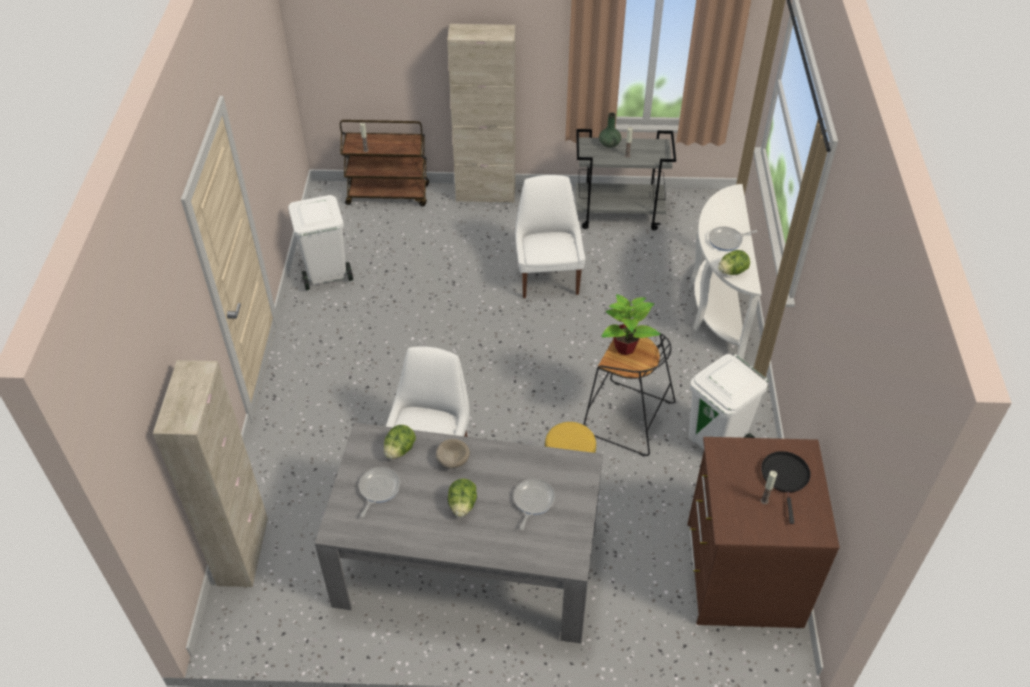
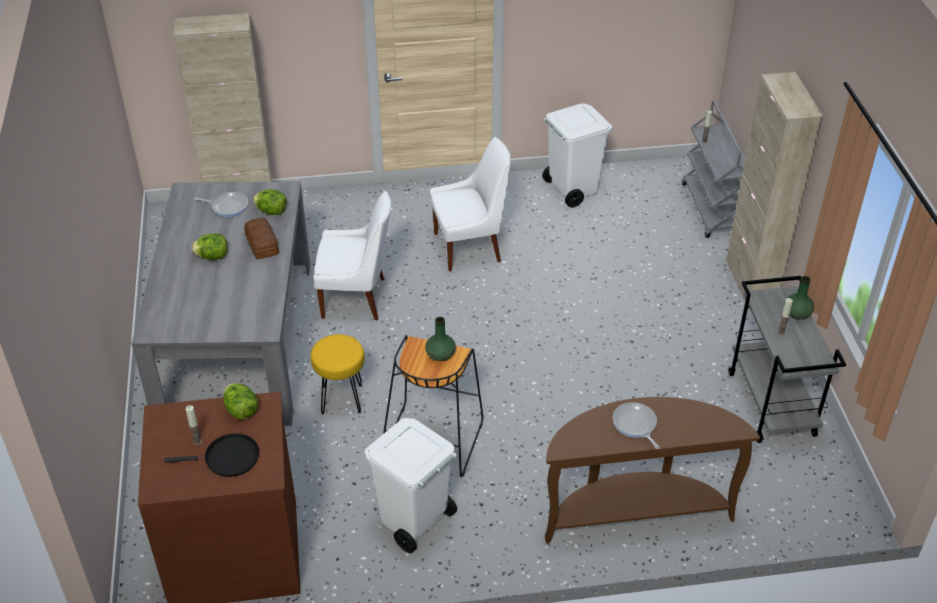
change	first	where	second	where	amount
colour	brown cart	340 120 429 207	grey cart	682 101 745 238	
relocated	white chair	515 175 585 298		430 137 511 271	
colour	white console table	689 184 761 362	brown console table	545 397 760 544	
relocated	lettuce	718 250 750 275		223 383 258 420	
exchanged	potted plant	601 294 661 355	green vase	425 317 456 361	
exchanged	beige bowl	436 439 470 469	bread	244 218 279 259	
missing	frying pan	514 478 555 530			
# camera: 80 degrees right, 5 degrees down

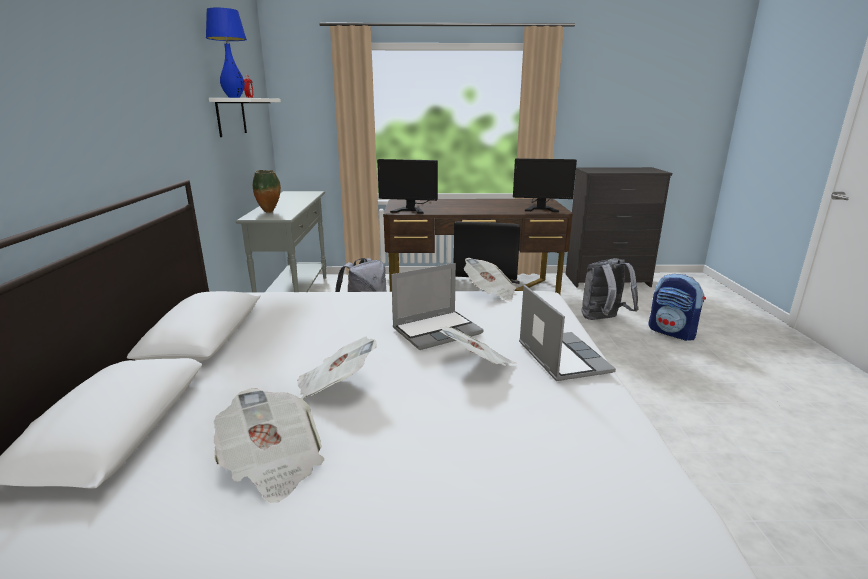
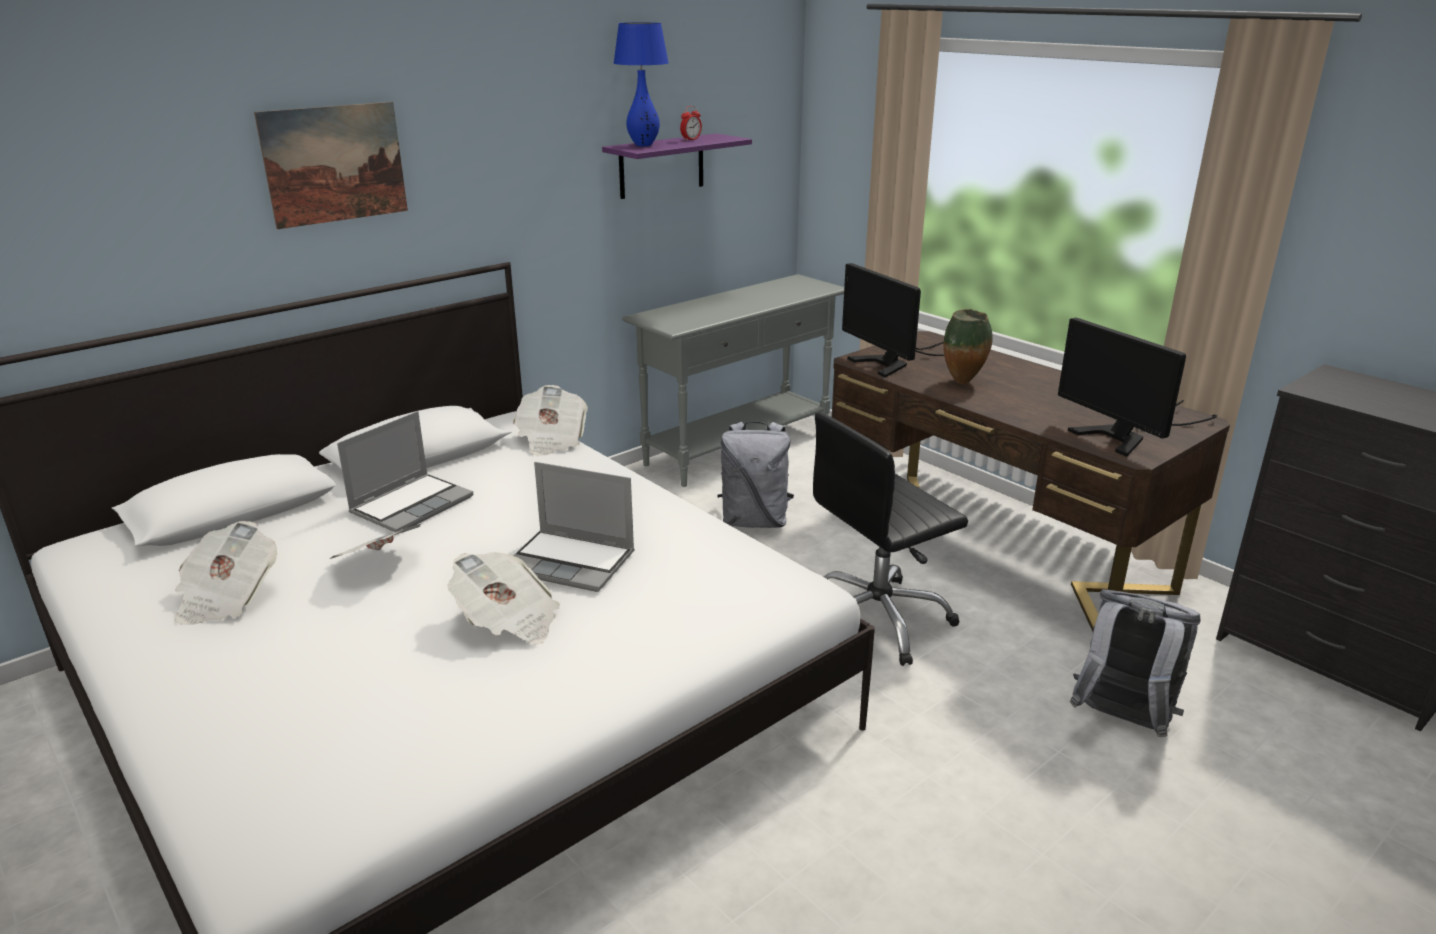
change	first	where	second	where	amount
colour	white shelf	209 98 281 137	purple shelf	602 133 752 199	
relocated	vase	253 170 281 213		943 309 993 384	
relocated	newspaper	464 258 516 301		513 385 588 456	
missing	backpack	648 274 706 341			
relocated	laptop	519 285 616 381		337 411 473 532	
appeared			picture	254 102 408 229	
# camera: 50 degrees right, 5 degrees up

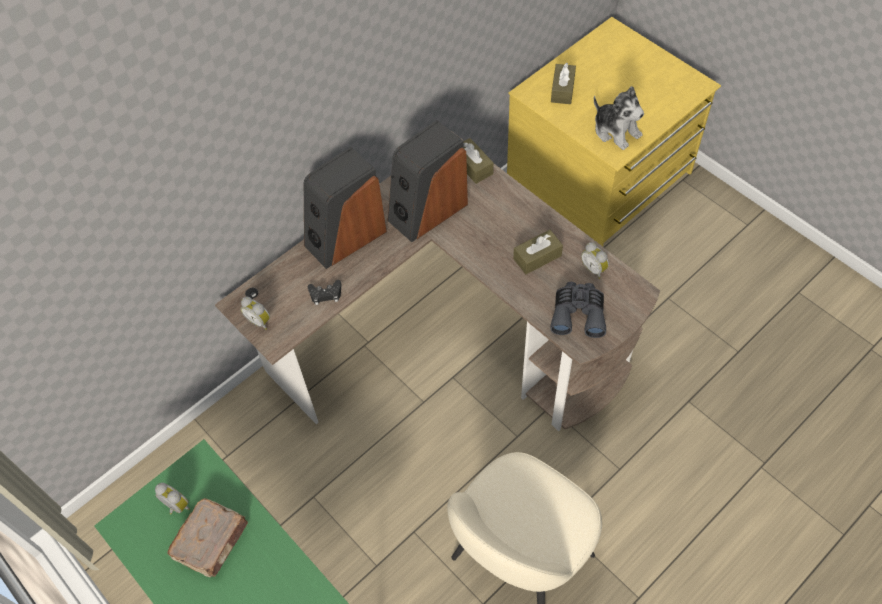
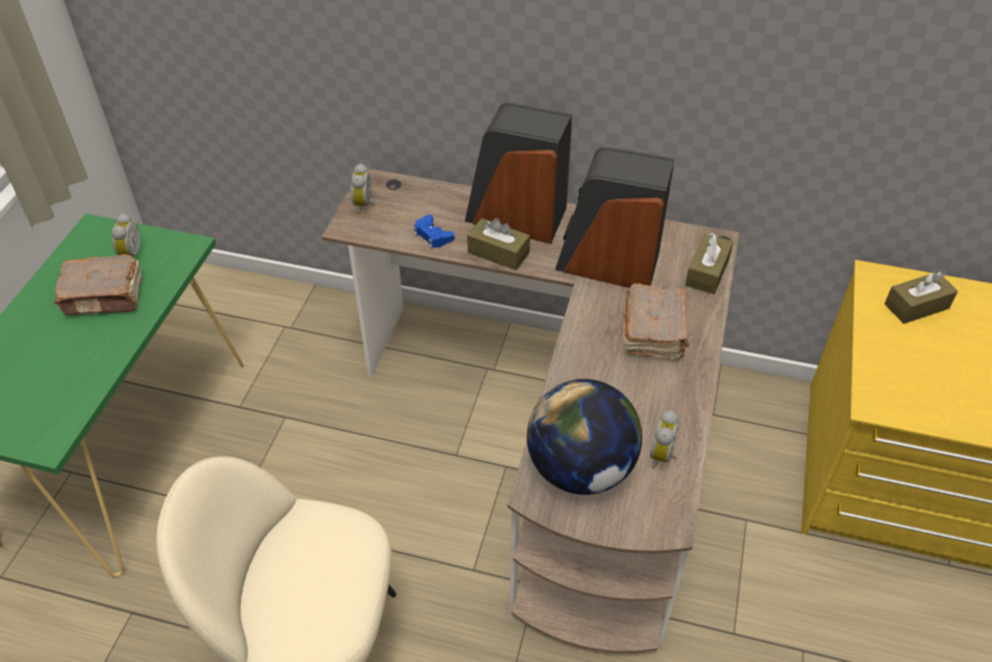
change	first	where	second	where	amount
missing	plush toy	594 86 644 150			
relocated	brown tissue box	513 230 563 274		467 218 530 270	
colour	black game controller	307 280 342 305	blue game controller	414 214 454 249	
exchanged	grey binoculars	550 282 606 338	globe	527 379 642 495	
appeared			brown book	623 283 690 360	
# camera: 55 degrees right, 10 degrees down

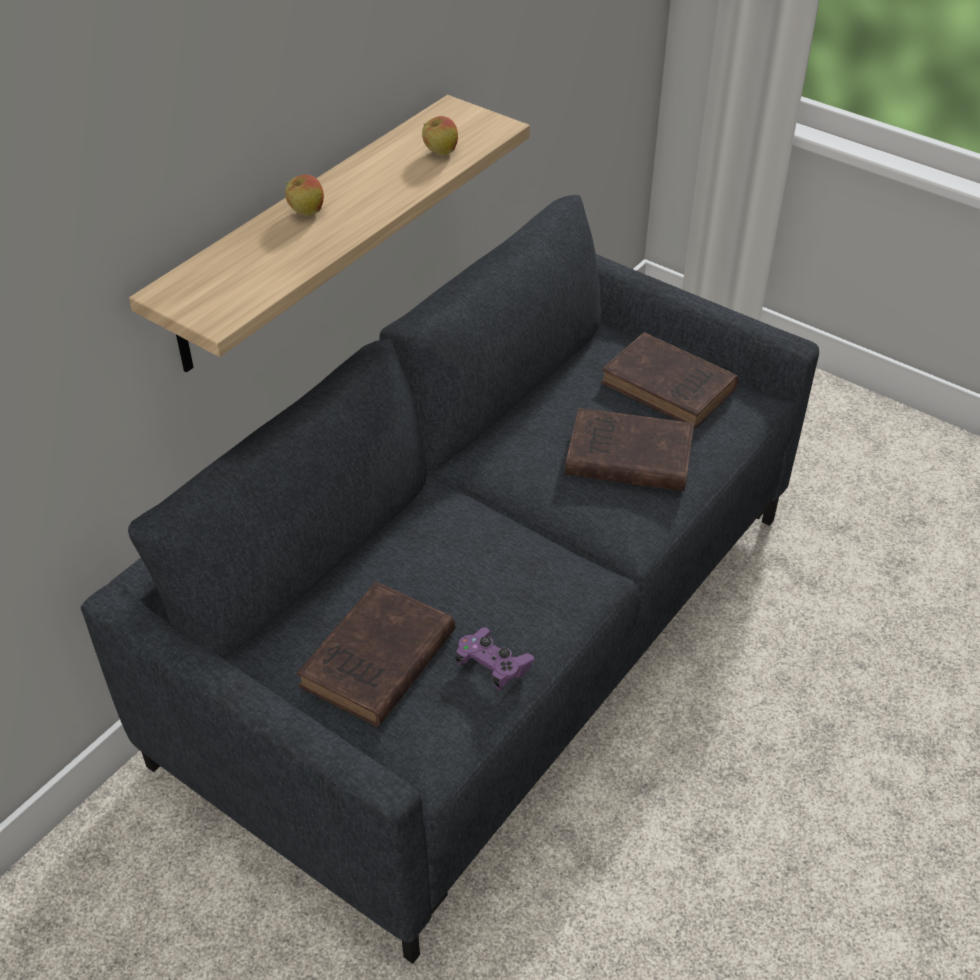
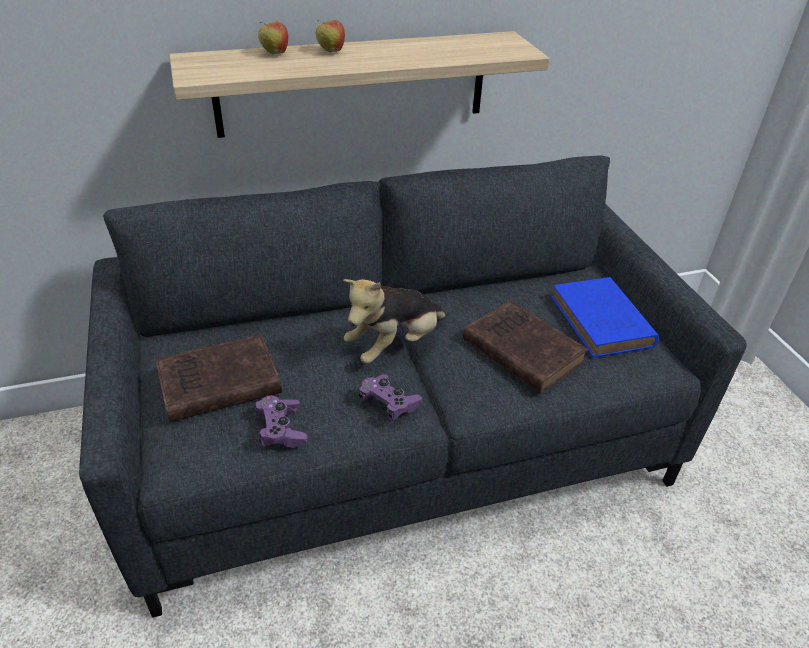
change	first	where	second	where	amount
relocated	apple	422 116 458 155		258 22 288 54	
colour	brown book	601 332 739 429	blue book	551 277 659 358	
appeared			plush toy	343 279 448 364	
appeared			purple game controller	358 374 422 421	
# camera: 35 degrees right, 5 degrees down

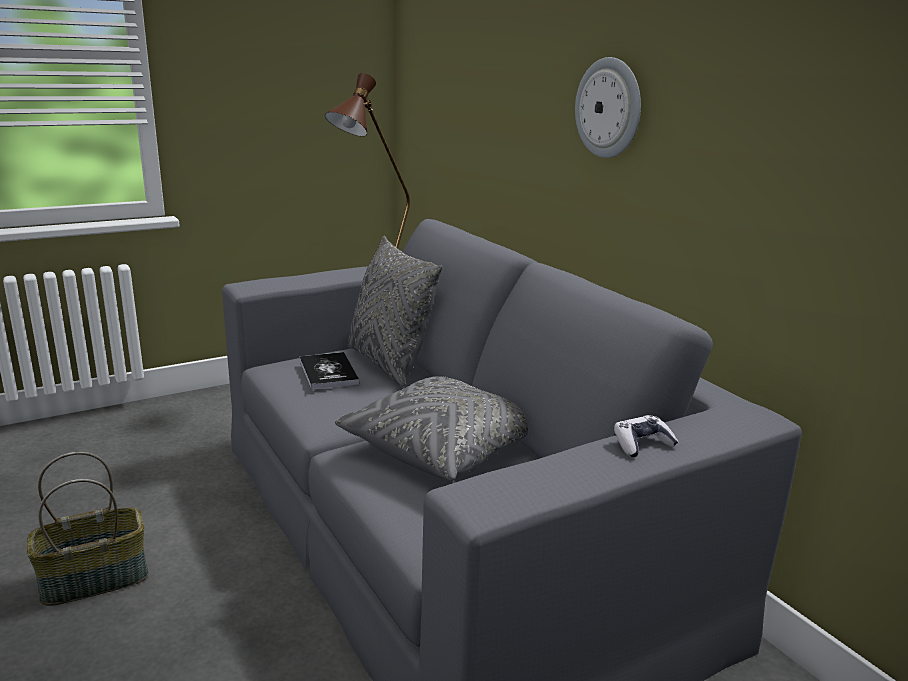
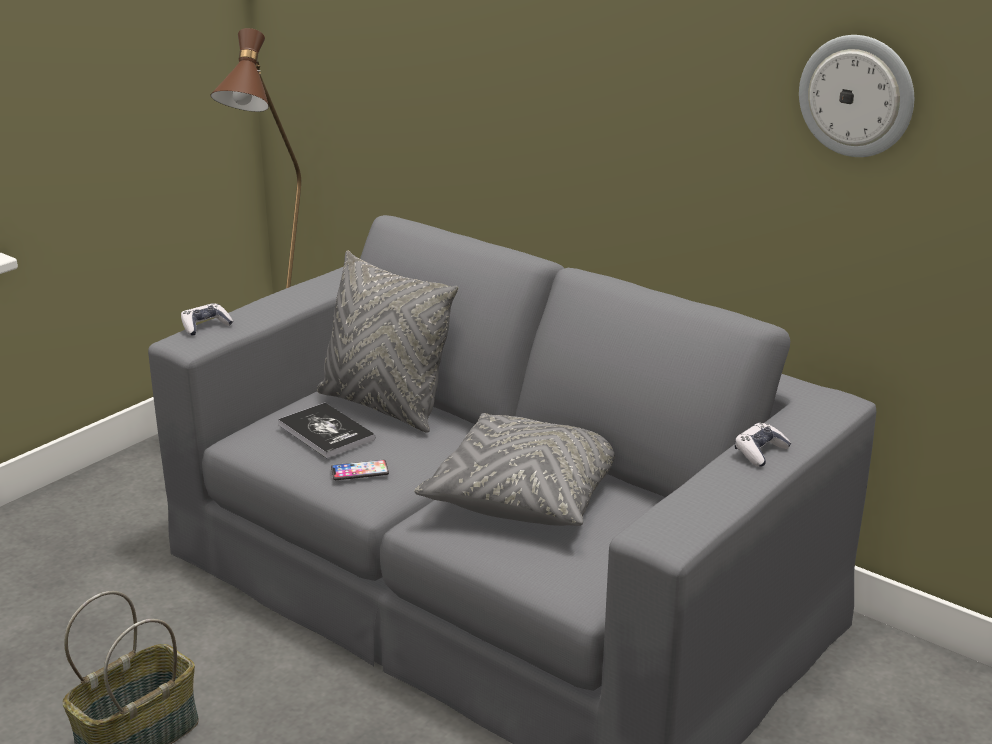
change	first	where	second	where	amount
relocated	wall clock	575 57 641 158		799 35 914 157	
appeared			game controller	181 303 233 336	
appeared			phone	331 460 389 480	
# camera: 20 degrees left, 5 degrees up

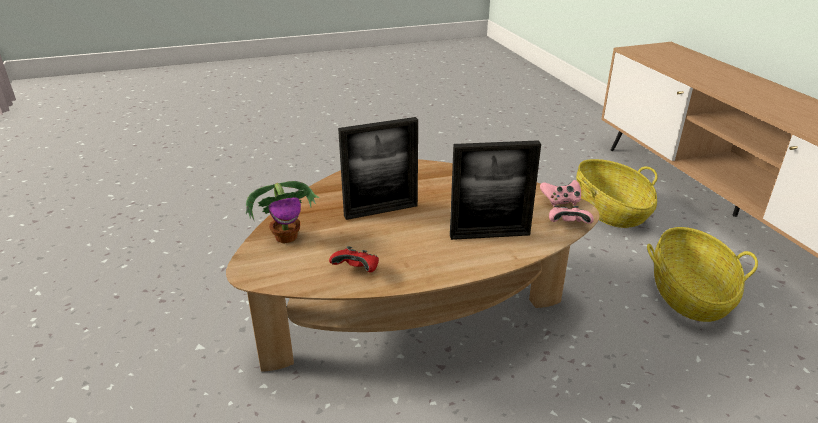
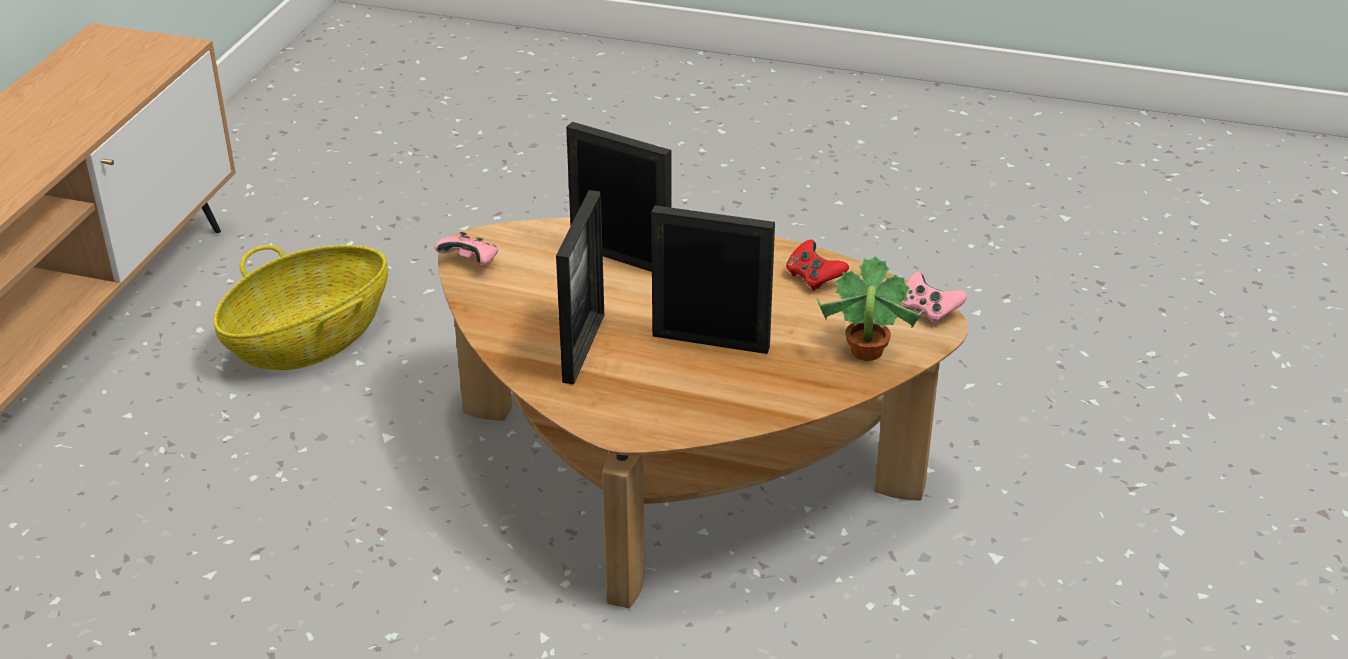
change	first	where	second	where	amount
missing	basket	576 159 658 228			
relocated	pink game controller	549 205 594 224		901 272 967 325	
appeared			picture frame	556 190 604 384	
# camera: 145 degrees left, 5 degrees up

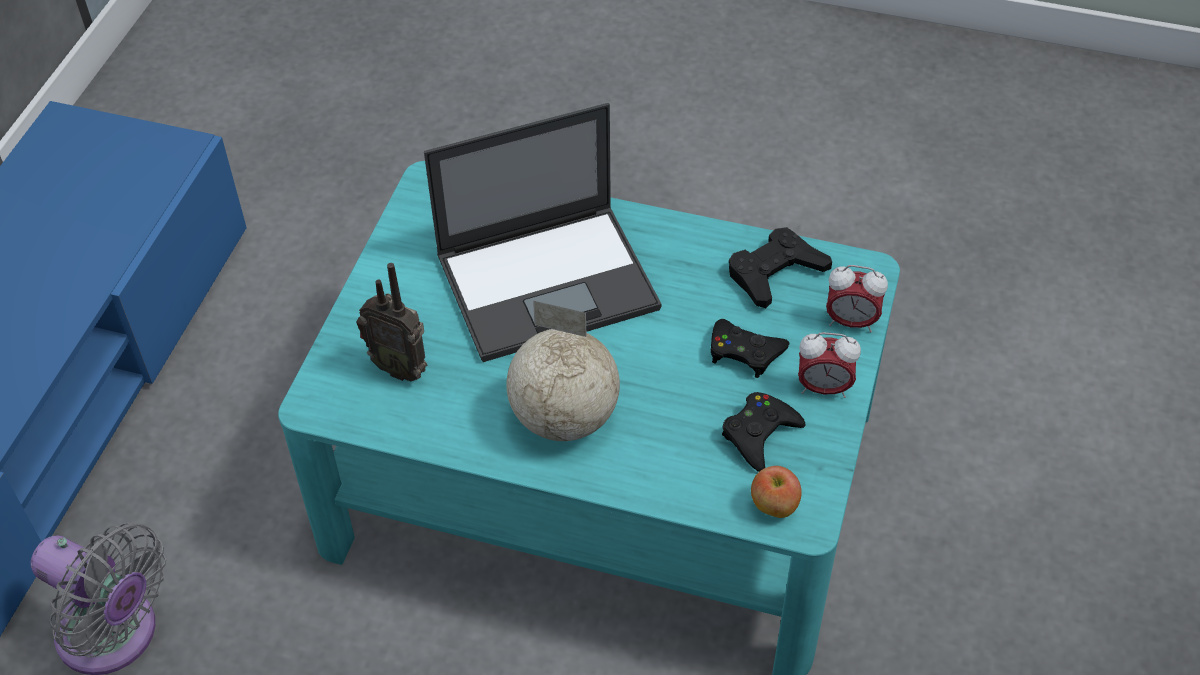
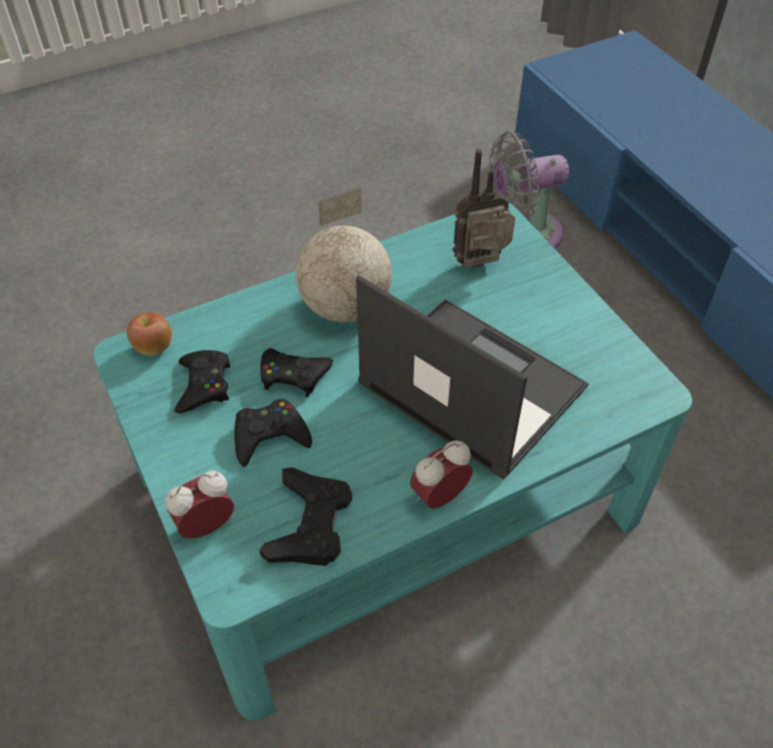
change	first	where	second	where	amount
spun	laptop	424 103 662 362		356 275 589 479	105 degrees clockwise
relocated	alarm clock	798 332 861 398		410 440 473 509	
appeared			black game controller	260 348 333 397	
# camera: 135 degrees right, 0 degrees up

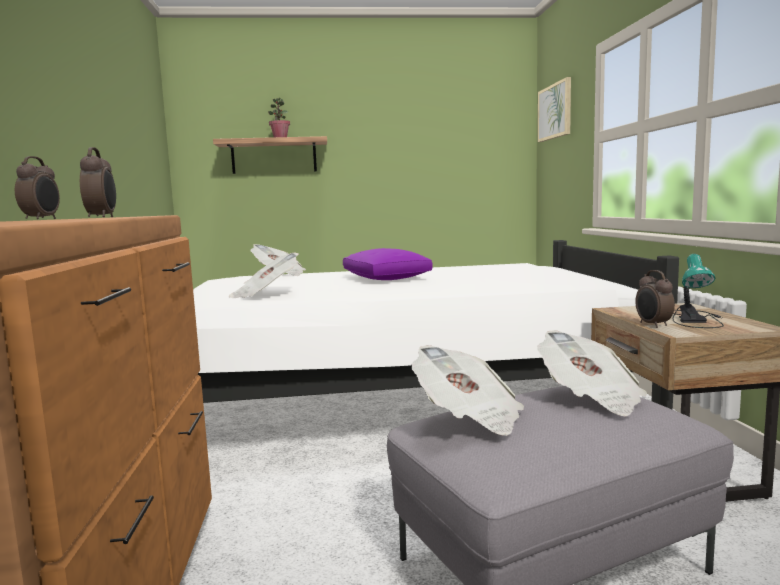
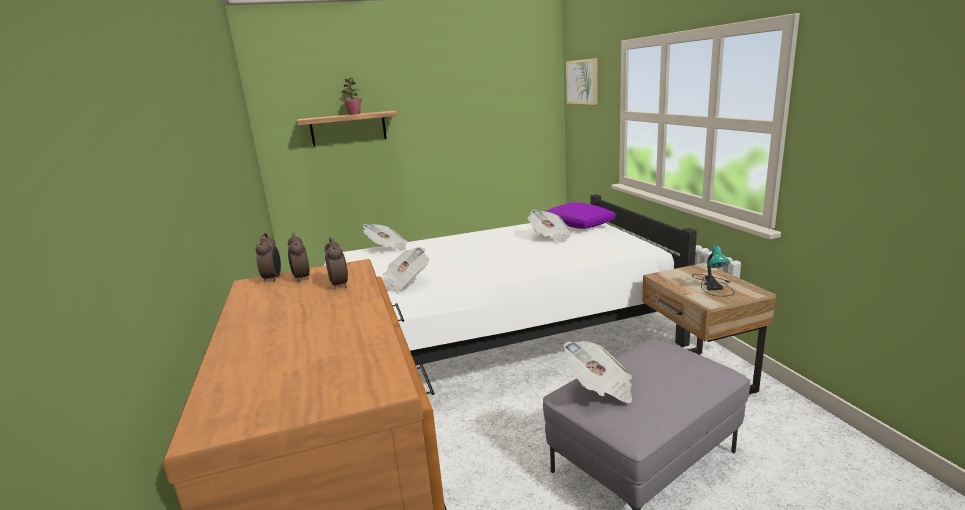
change	first	where	second	where	amount
relocated	purple pillow	343 248 433 280		545 202 616 229	
relocated	alarm clock	635 270 675 328		288 232 310 283	
relocated	newspaper	537 330 647 417		528 210 572 243	
# camera: 10 degrees left, 10 degrees up

